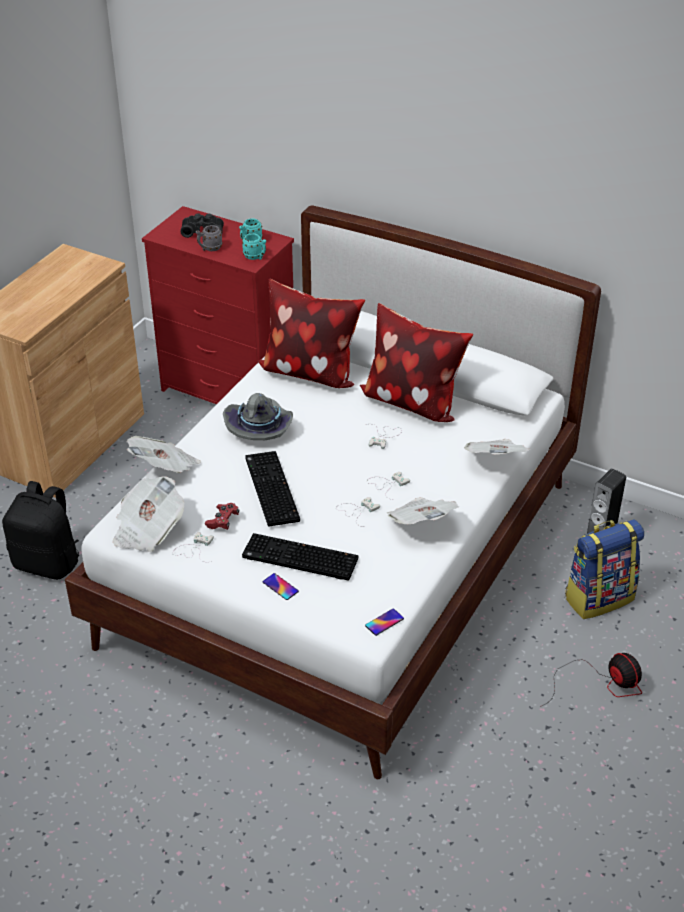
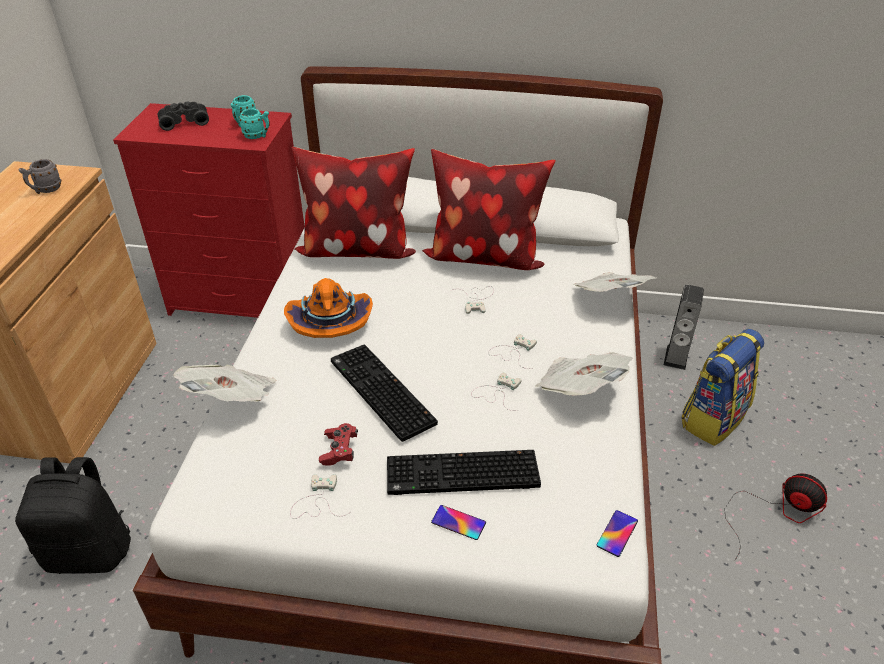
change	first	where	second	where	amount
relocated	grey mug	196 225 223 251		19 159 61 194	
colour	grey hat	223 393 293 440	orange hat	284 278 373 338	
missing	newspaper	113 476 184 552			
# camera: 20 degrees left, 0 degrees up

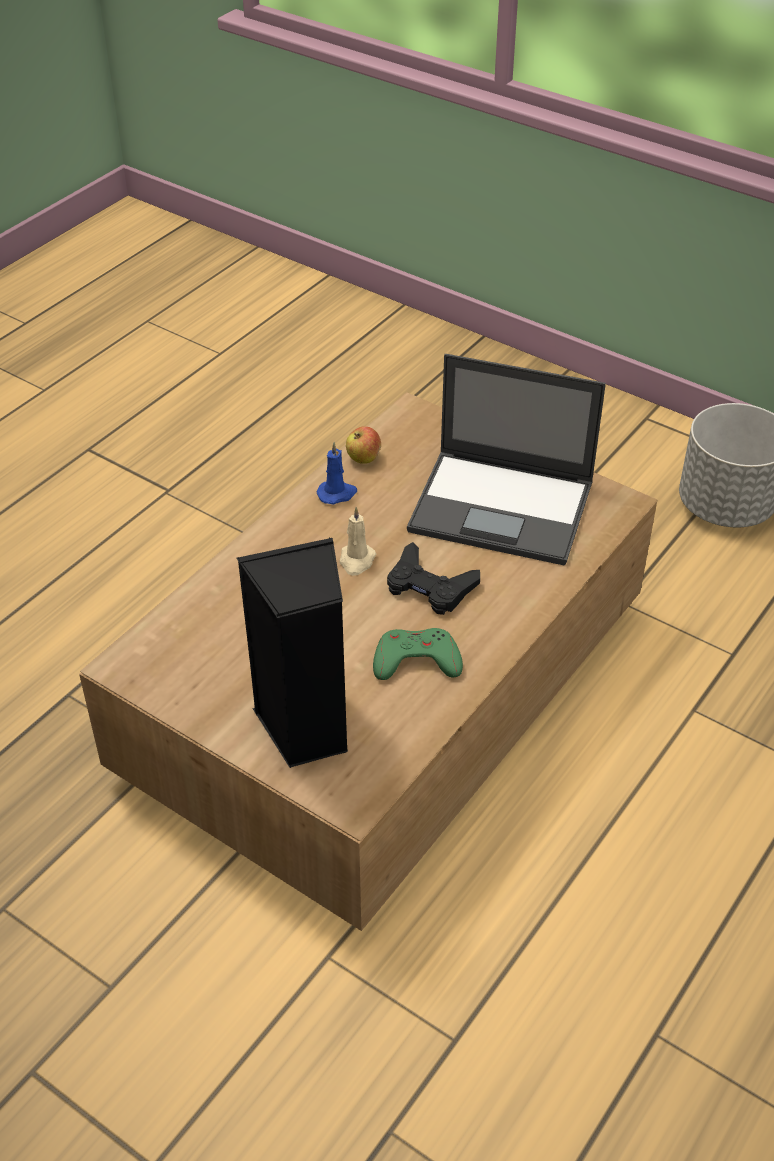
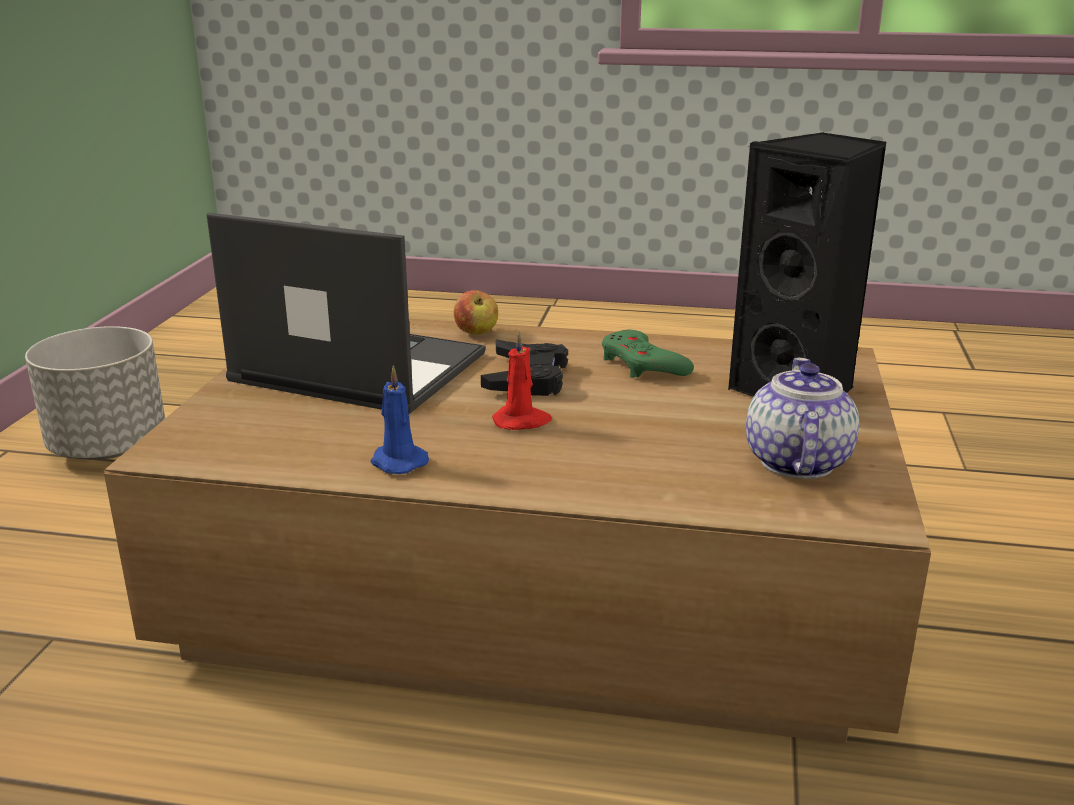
change	first	where	second	where	amount
spun	laptop	407 354 606 566		207 213 486 414	60 degrees counterclockwise
relocated	apple	346 426 381 464		454 290 498 335	
colour	beige candle	339 507 376 576	red candle	492 330 552 430	
appeared			teapot	746 358 859 479	
# camera: 115 degrees left, 20 degrees down

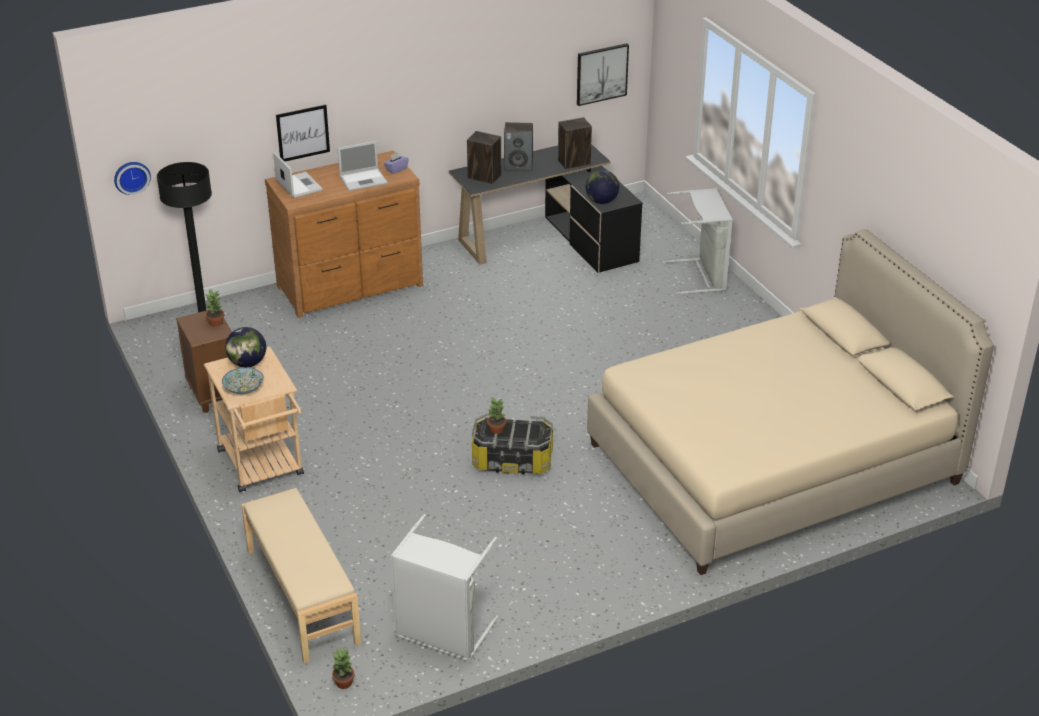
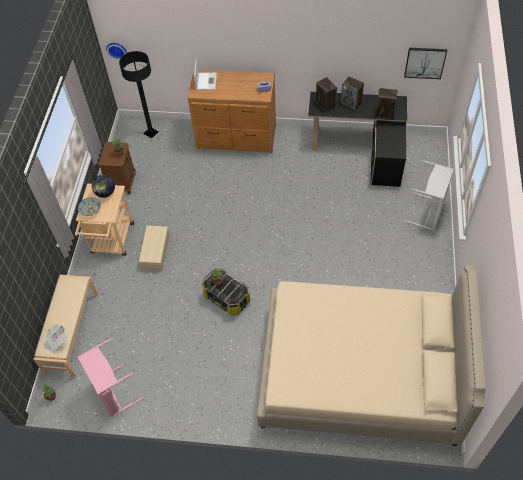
change	first	where	second	where	amount
missing	picture	276 105 330 162			
missing	laptop	337 141 388 191			
missing	globe	586 170 619 204			
colour	grey laundry basket	391 514 498 662	pink laundry basket	78 338 145 417	
appeared			beige storage box	139 225 169 271	
appeared			newspaper	43 324 67 353	
# camera: 35 degrees right, 20 degrees up

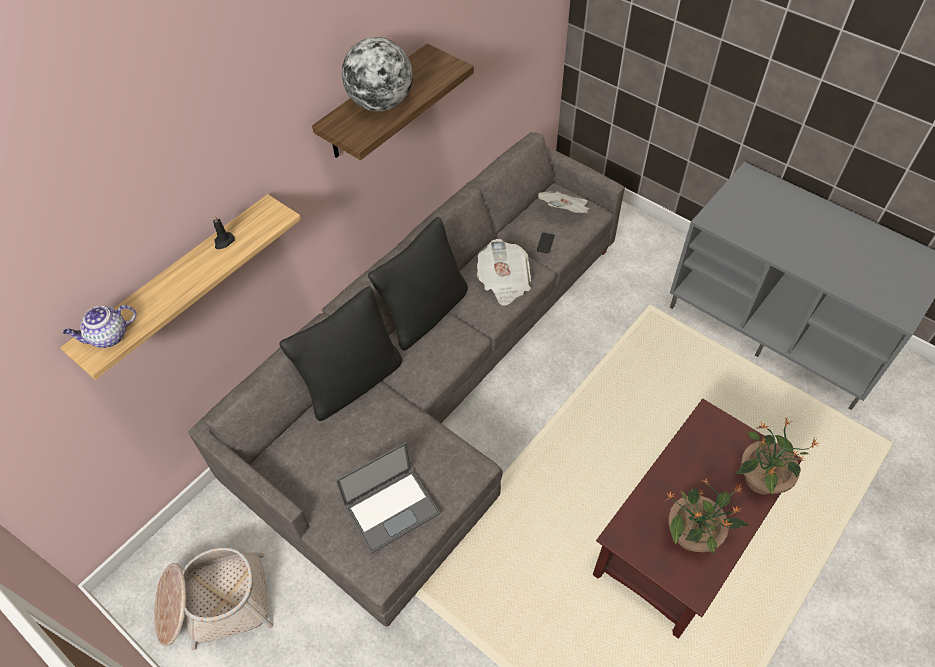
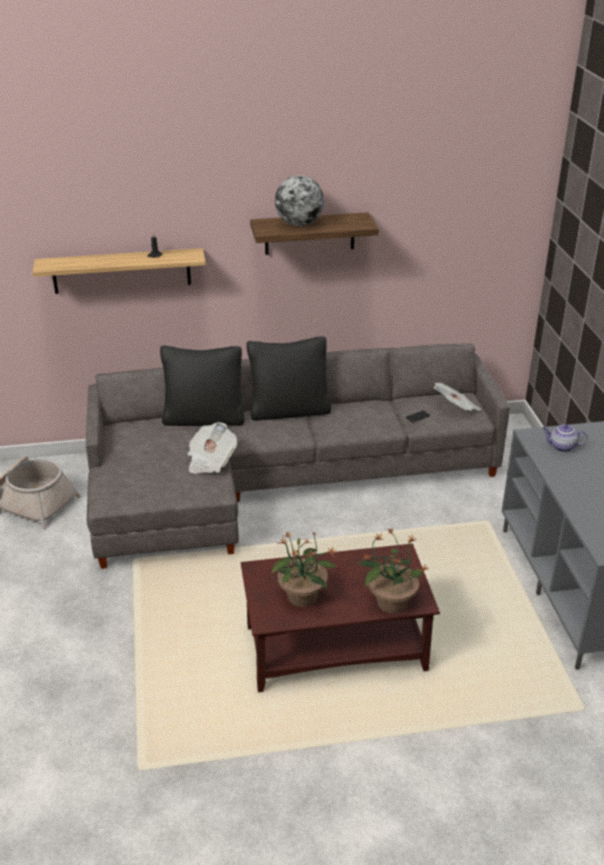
change	first	where	second	where	amount
relocated	newspaper	477 239 531 306		188 422 237 474	
relocated	teapot	63 305 137 348		543 424 588 452	
missing	laptop	336 442 440 554			
# camera: 40 degrees right, 20 degrees down

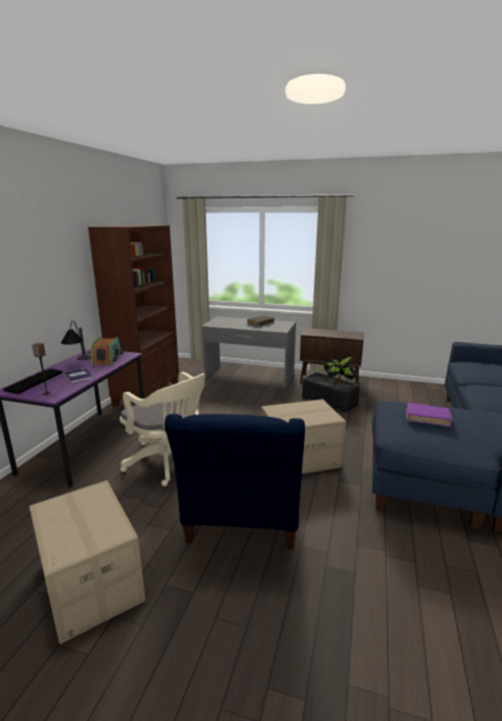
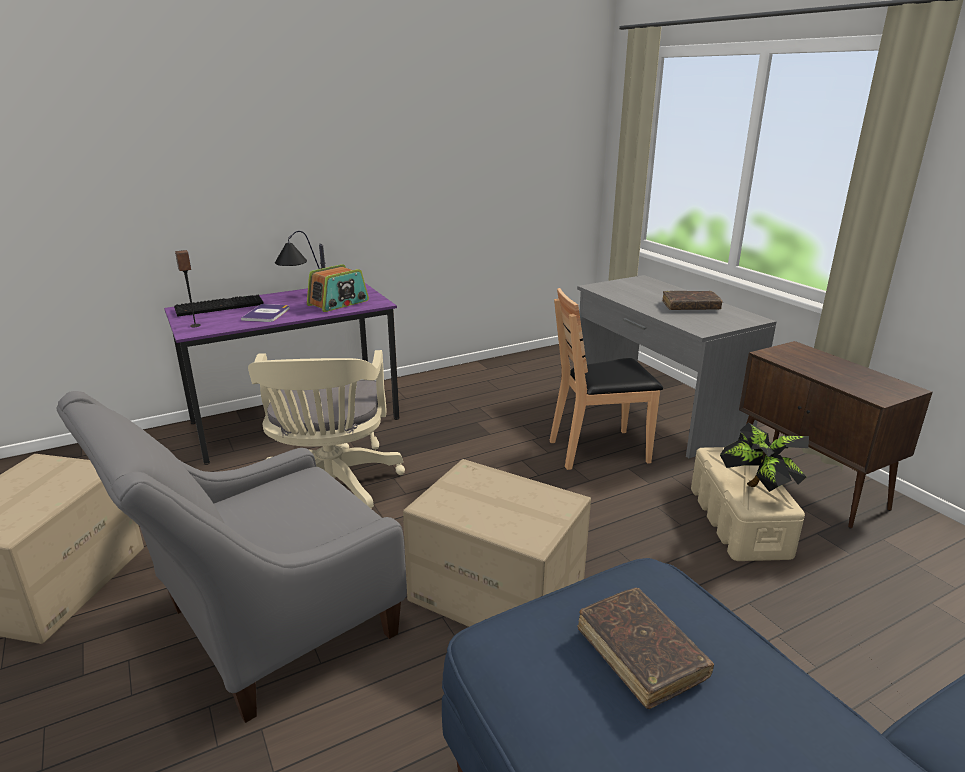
change	first	where	second	where	amount
missing	brown bookcase	88 225 179 407			
colour	black storage box	302 372 360 413	beige storage box	691 447 805 561	
colour	purple book	406 403 452 427	brown book	578 588 714 709	
colour	blue armchair	165 414 305 549	grey armchair	56 391 407 723	
appeared			brown chair	550 288 663 470	
# camera: 45 degrees right, 5 degrees up

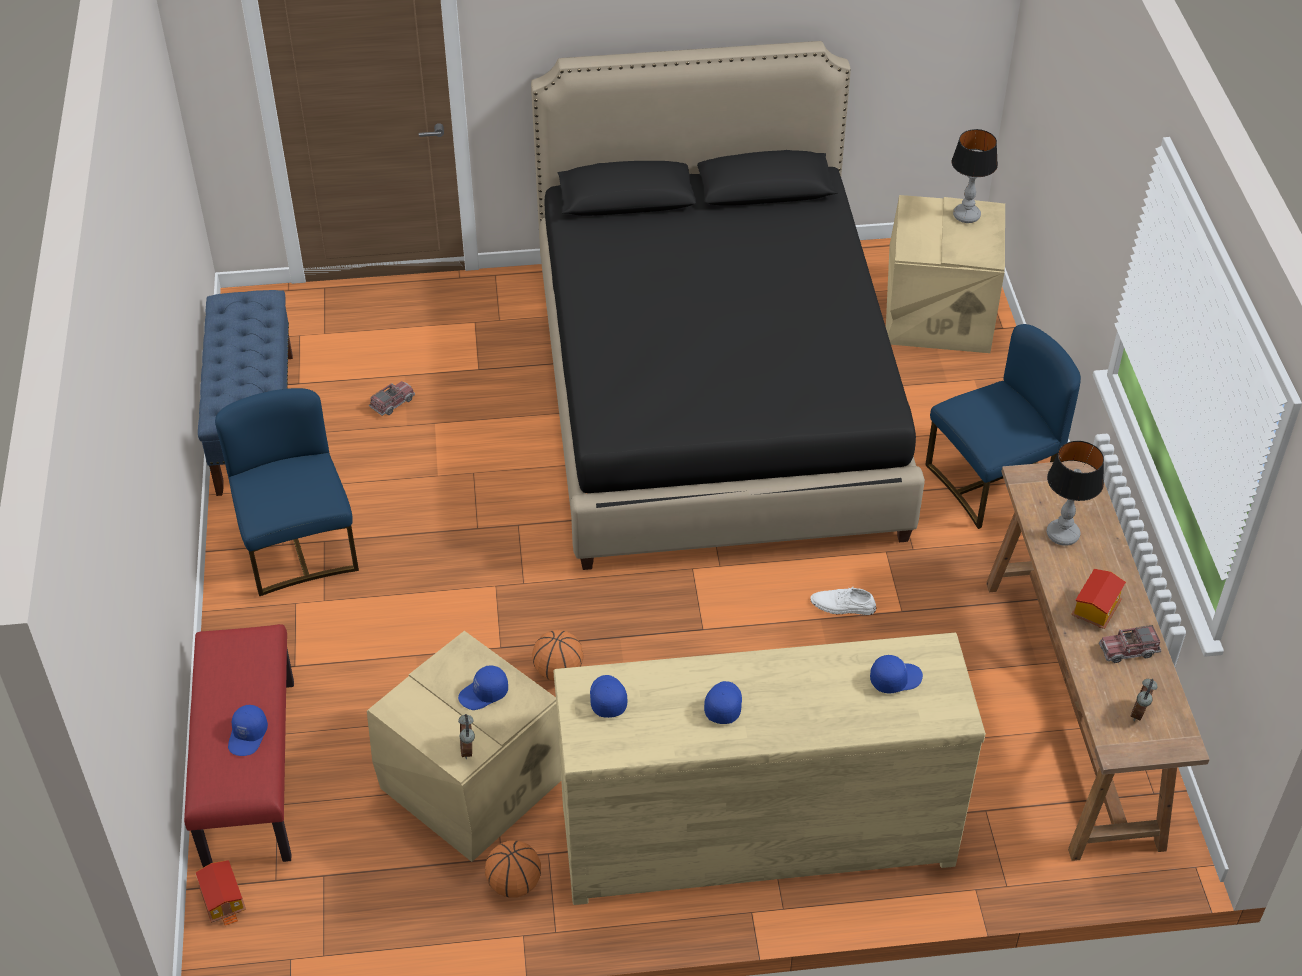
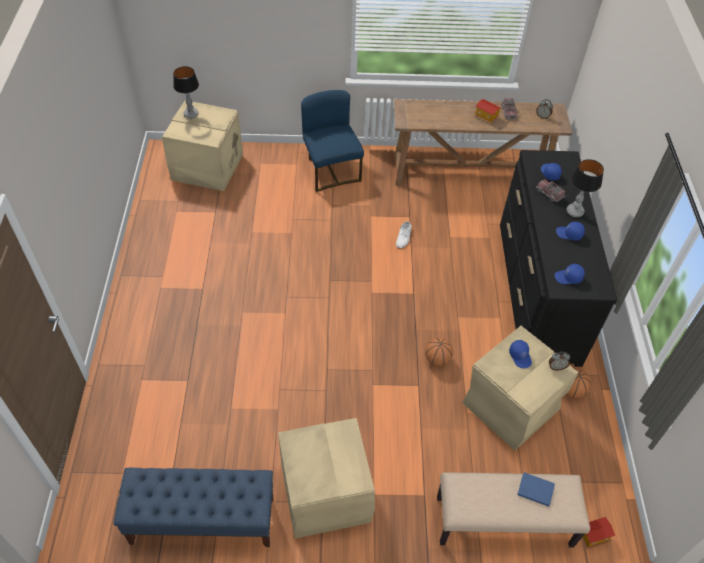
change	first	where	second	where	amount
missing	black bed	531 41 925 570			
relocated	toy truck	369 381 415 416		536 180 565 202	
exchanged	blue chair	215 388 359 596	beige storage box	278 418 375 539	
relocated	table lamp	1047 441 1104 546		566 159 604 217	
colour	red bench	184 624 294 868	beige bench	437 473 590 548	
colour	beige dresser	553 633 986 905	black dresser	500 150 617 367	
exchanged	blue cap	228 705 268 756	blue book	517 472 555 507	
# camera: 85 degrees left, 5 degrees up

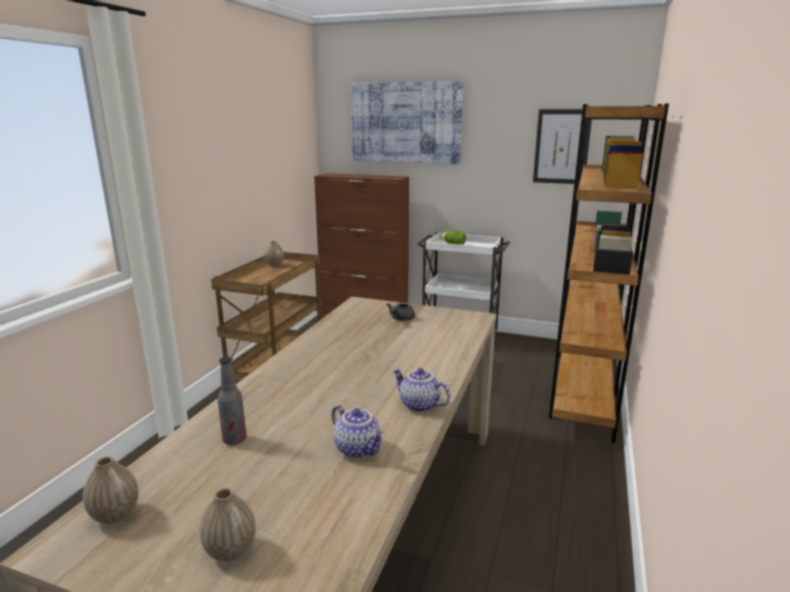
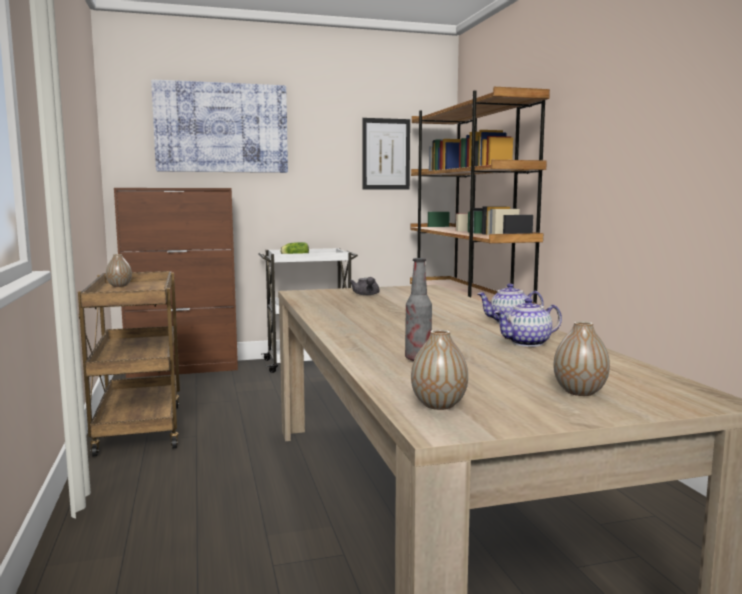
change	first	where	second	where	amount
spun	teapot	332 405 385 458		494 298 562 347	150 degrees clockwise
# camera: 35 degrees left, 10 degrees down

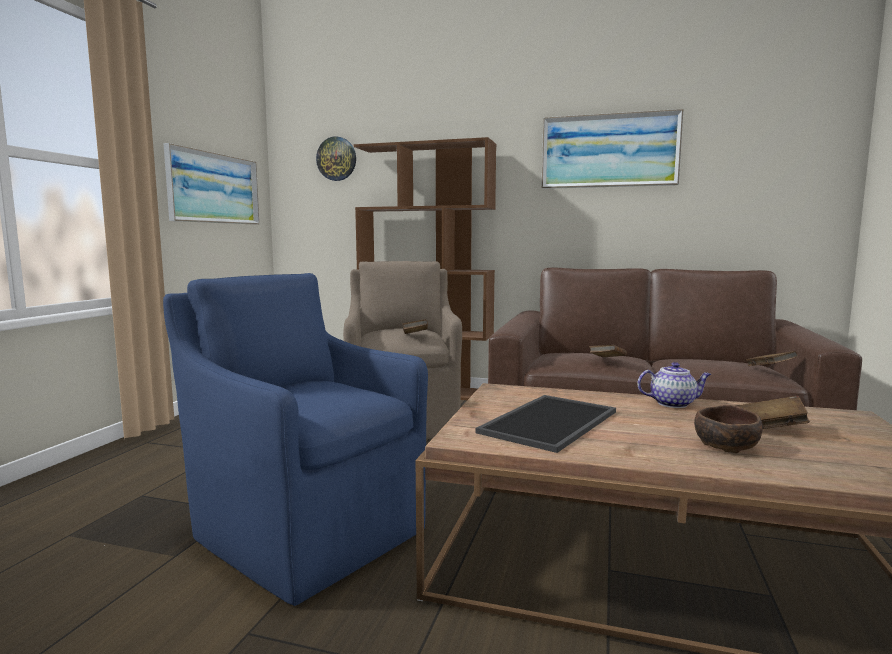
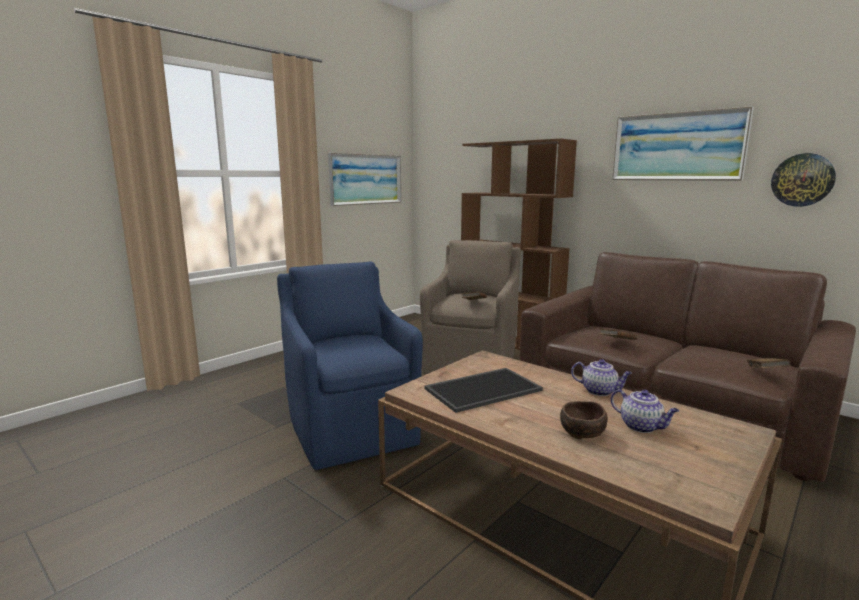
change	first	where	second	where	amount
relocated	wall clock	316 136 356 181		771 153 836 207	
exchanged	brown book	736 396 810 429	teapot	611 389 679 433	
# camera: 25 degrees right, 5 degrees up

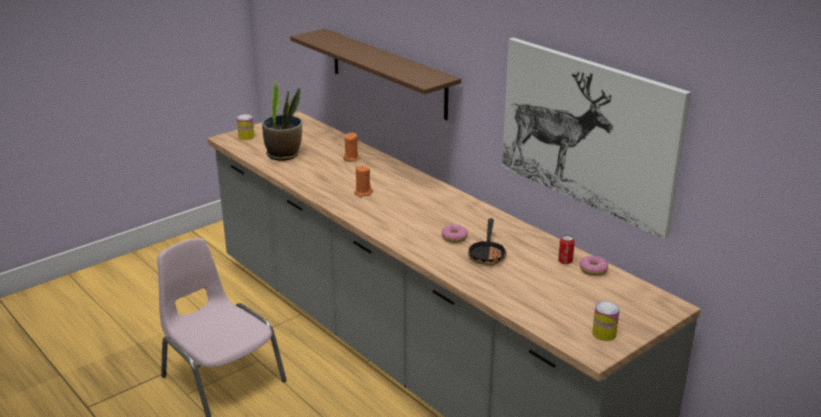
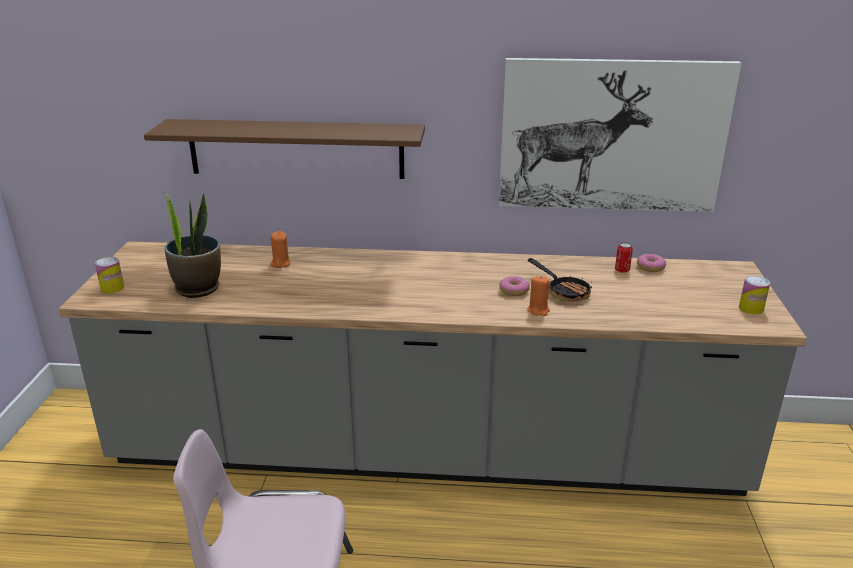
change	first	where	second	where	amount
relocated	orange candle	354 166 373 197		527 276 550 316	
# camera: 45 degrees left, 0 degrees up

